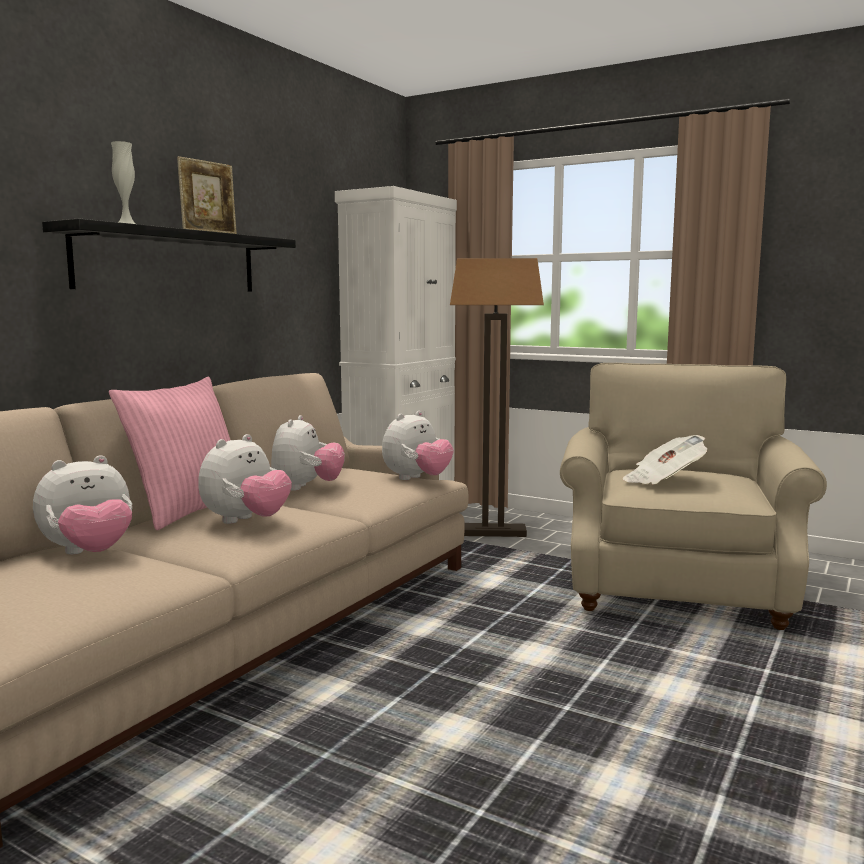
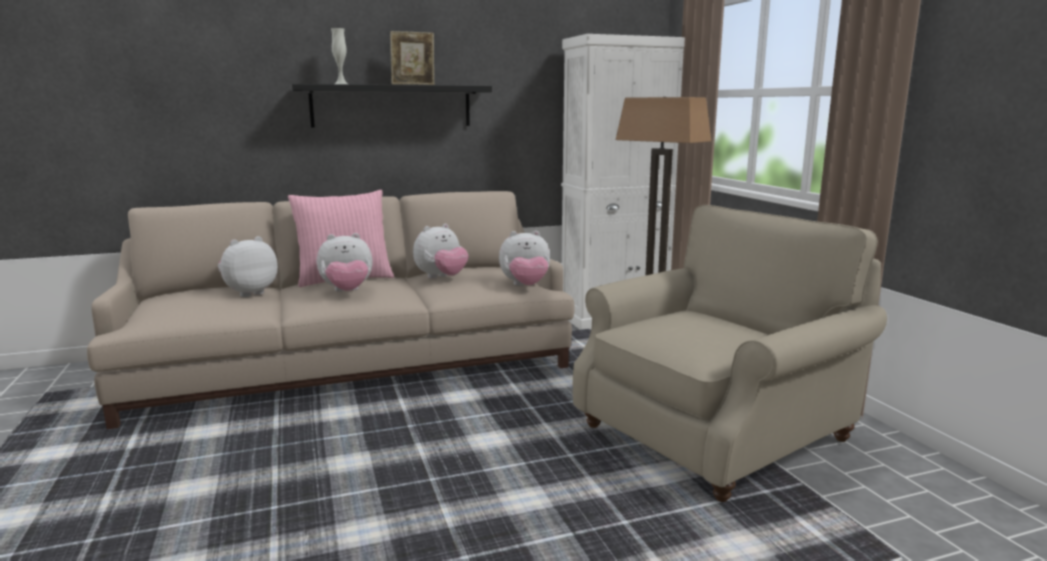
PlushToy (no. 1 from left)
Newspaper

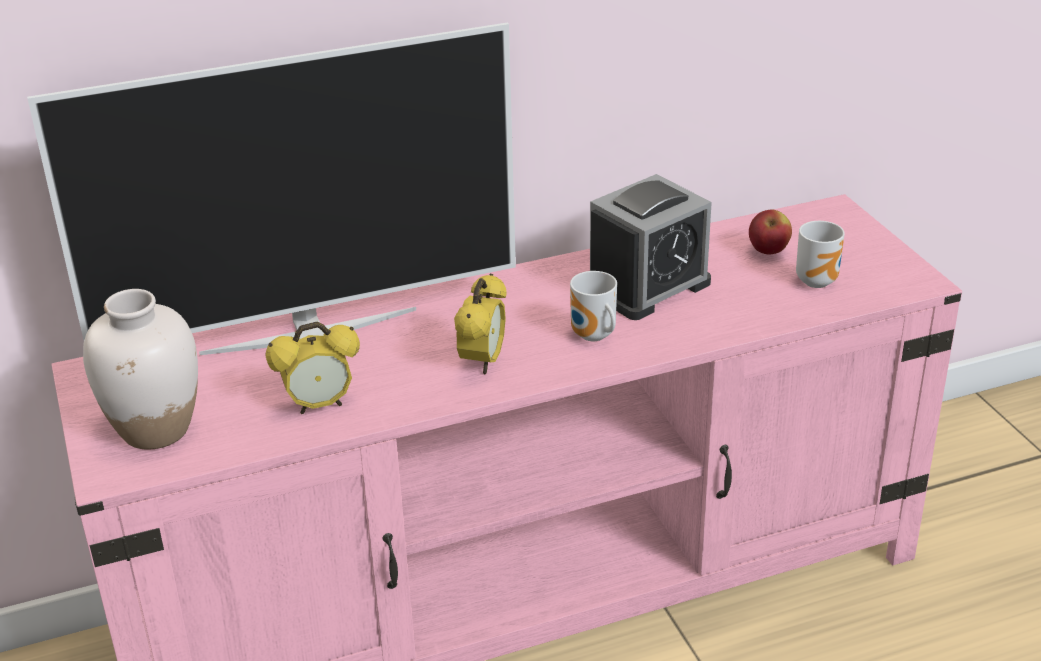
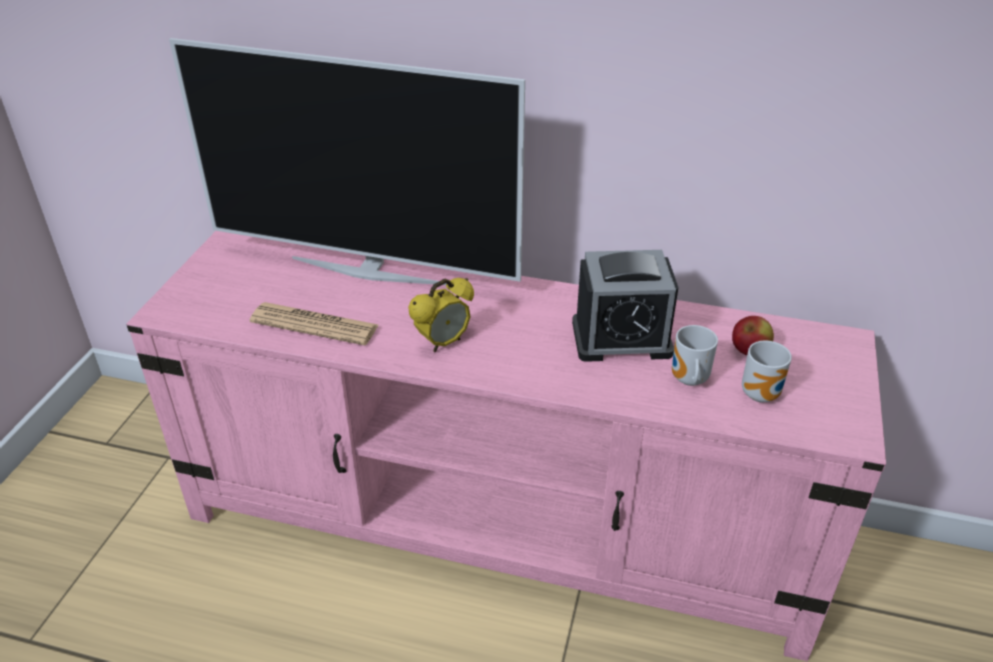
WhiteVase
Newspaper
Mug (no. 1 from left)

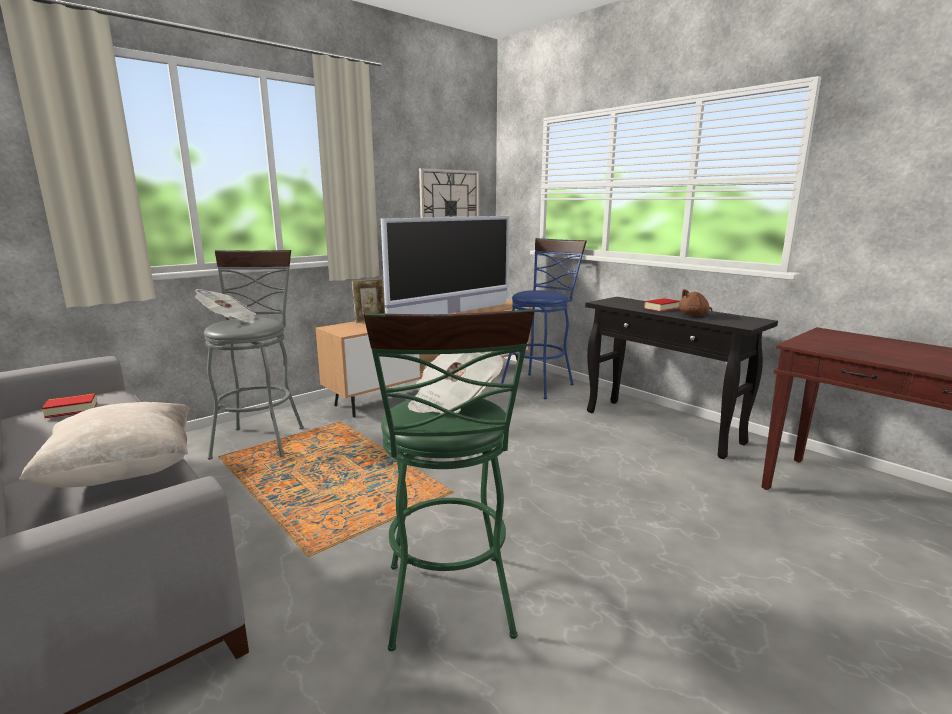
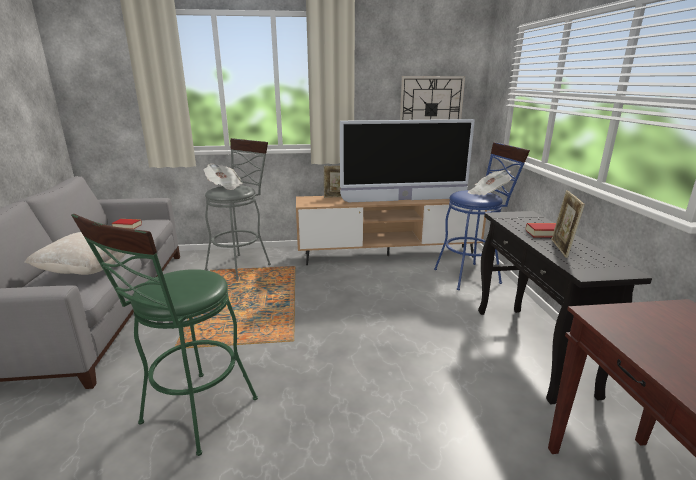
Newspaper (no. 2 from left)
PictureFrame (no. 2 from left)

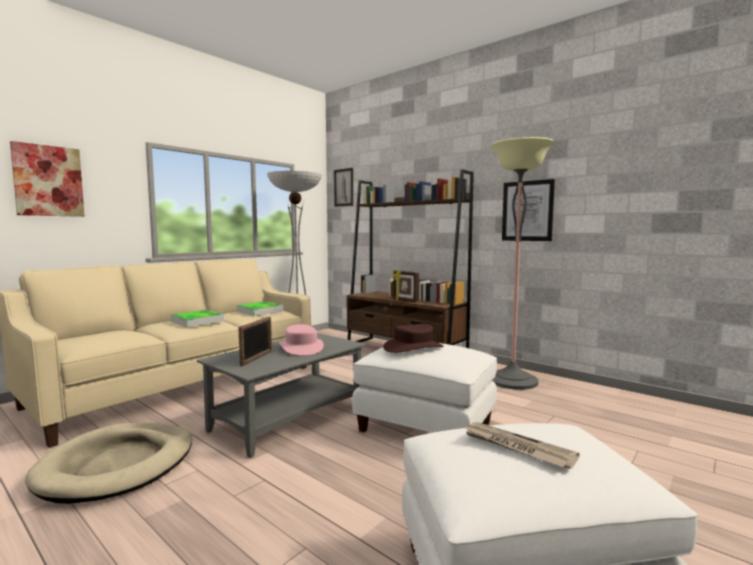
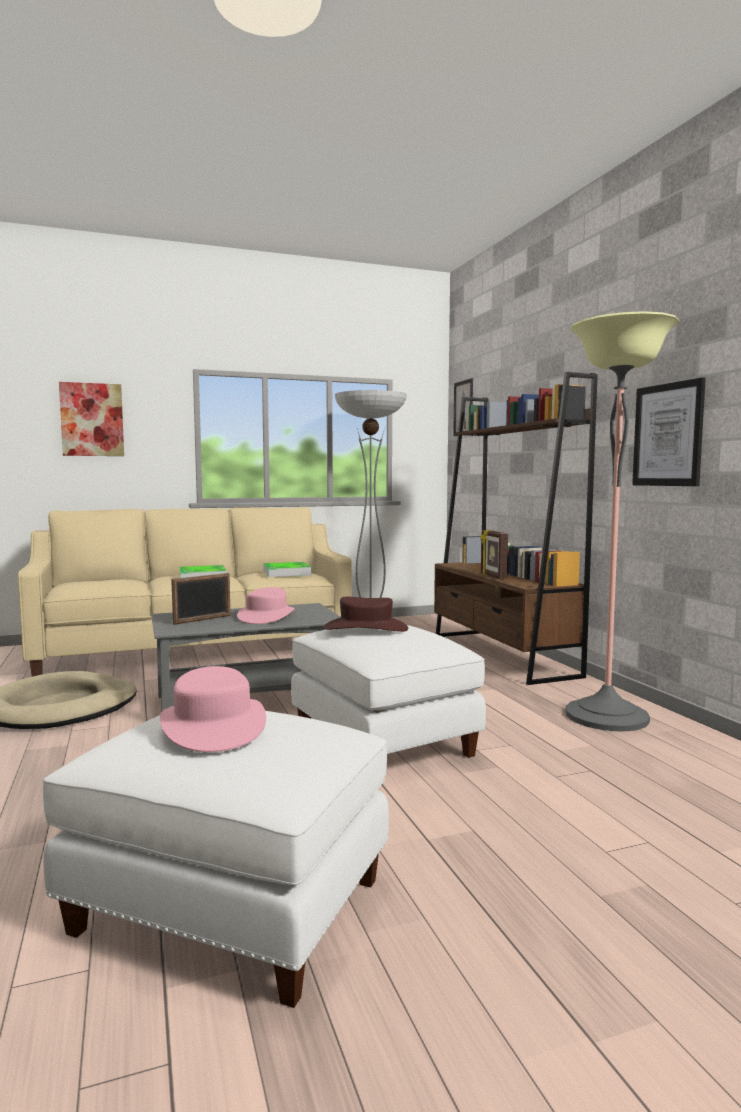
PinkHat (no. 1 from left)

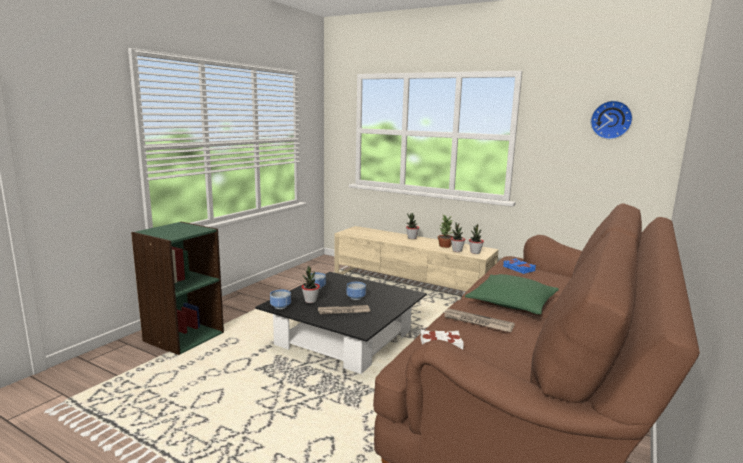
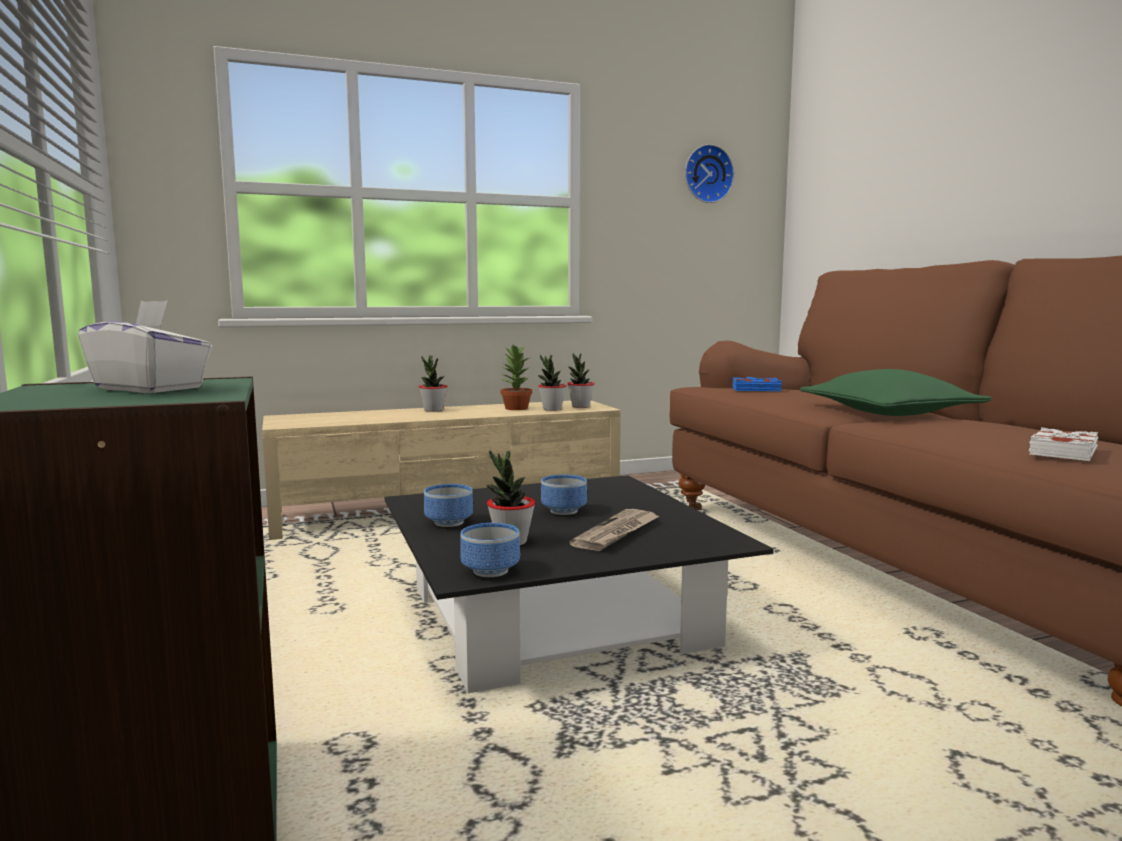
Newspaper (no. 2 from left in the first image)
WhiteTissueBox

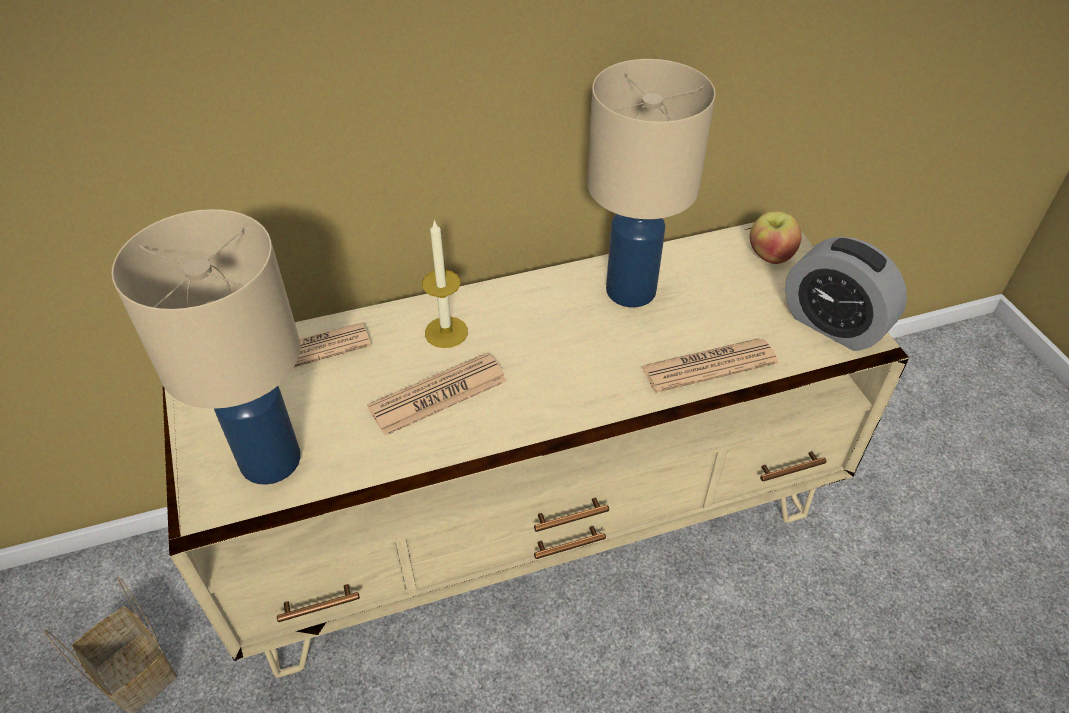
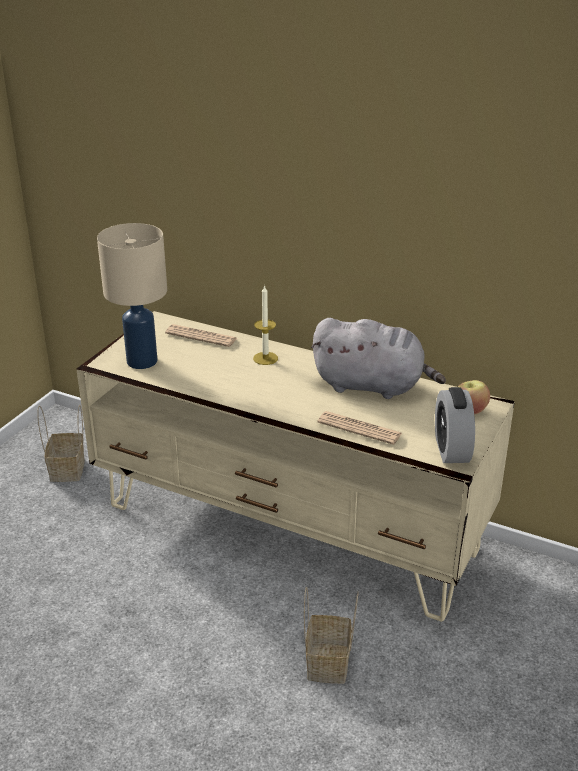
Newspaper (no. 2 from left in the first image)
GreyPlushToy
Basket (no. 2 from left)

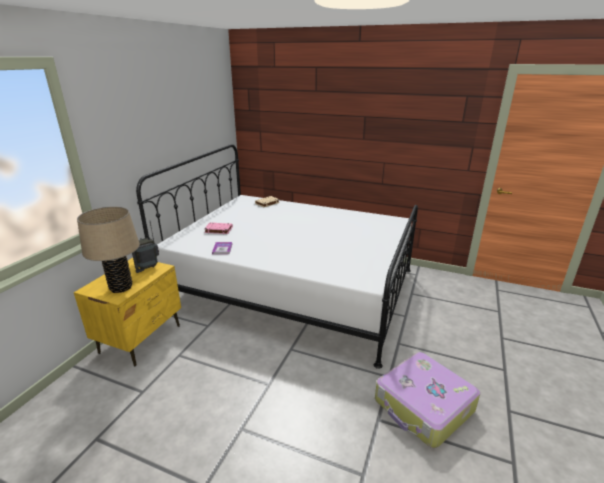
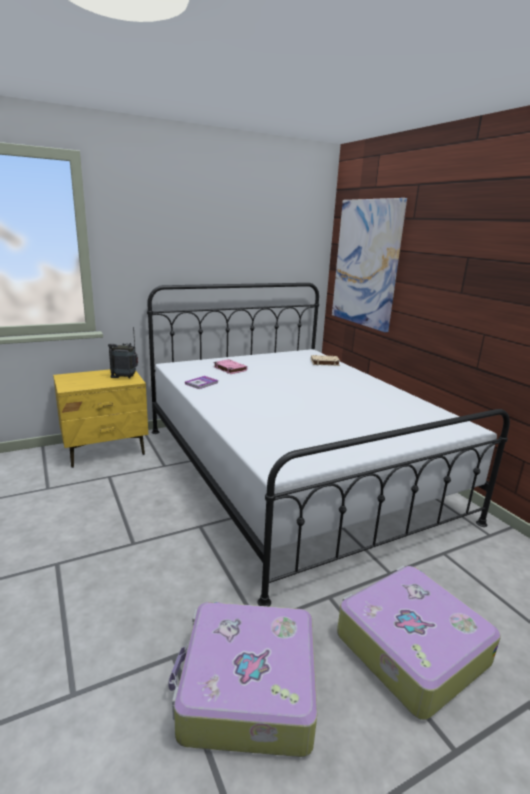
BeigeTableLamp
Picture
Suitcase (no. 2 from left)

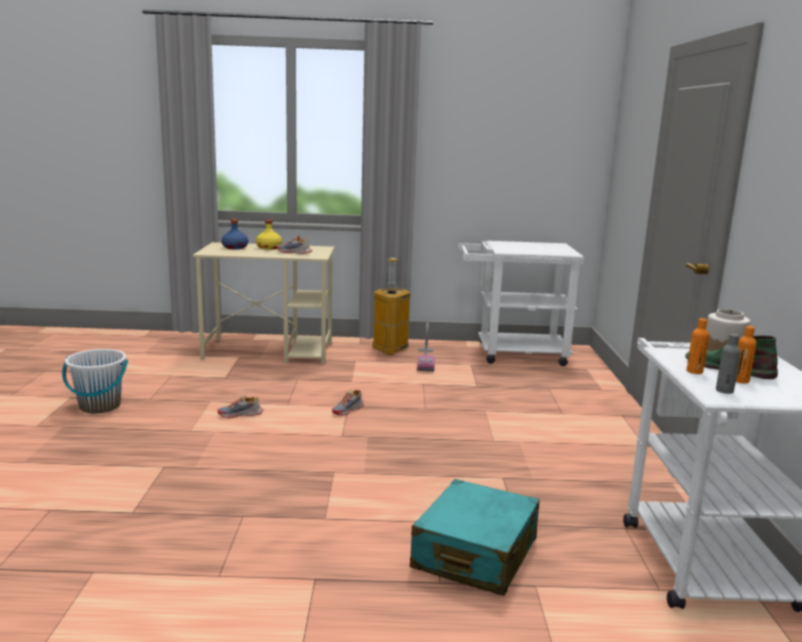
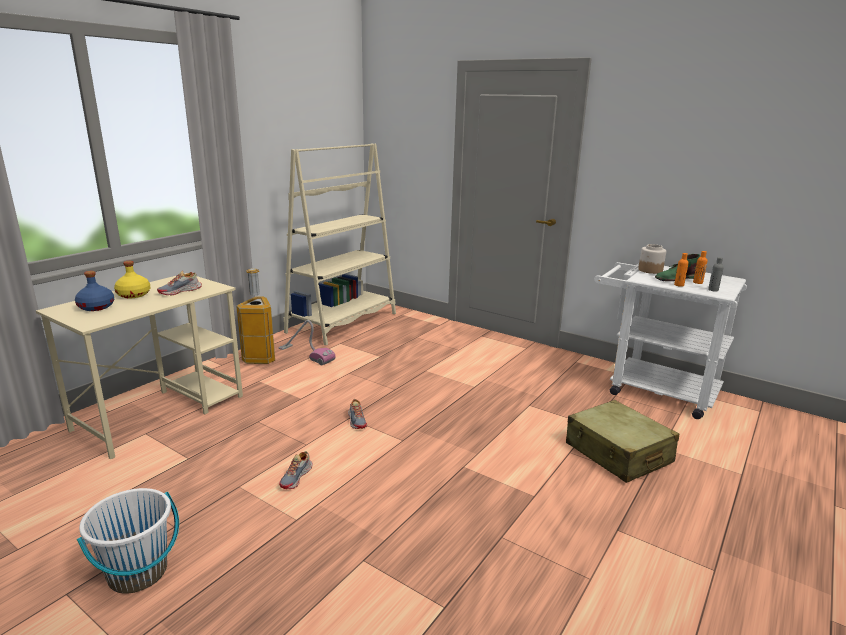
BeigeSuitcase
BeigeBookcase

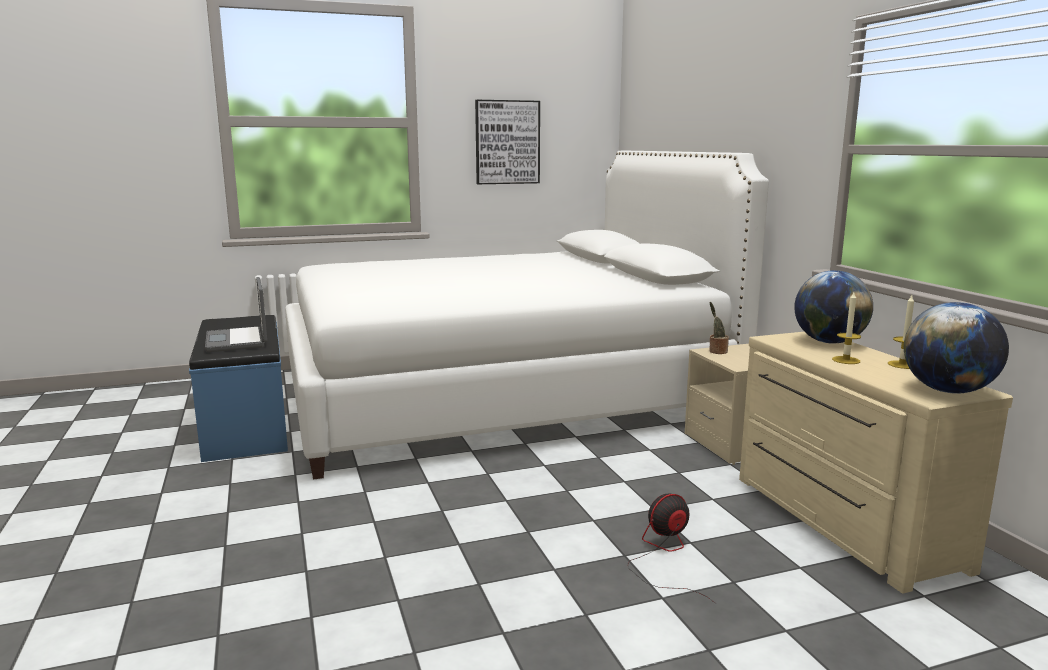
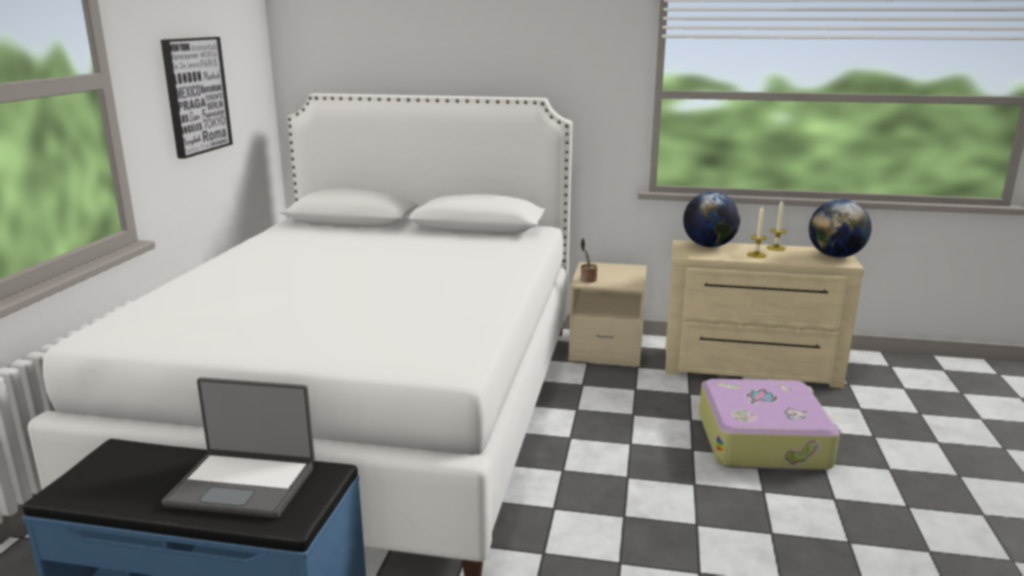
Suitcase

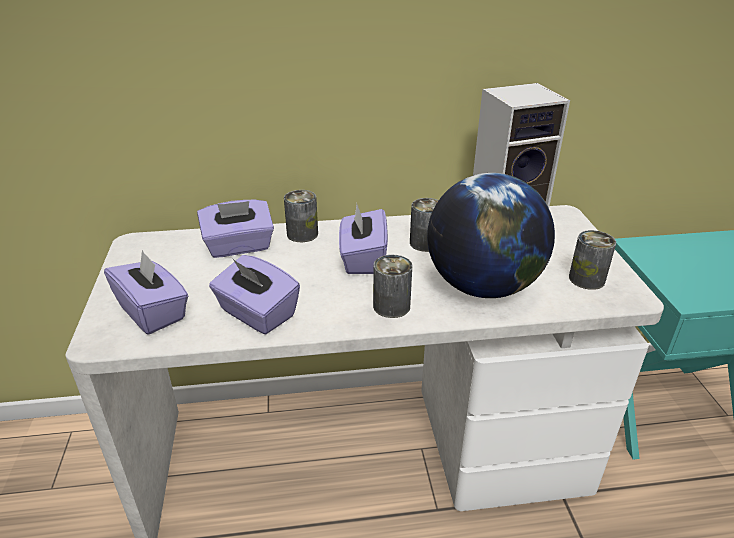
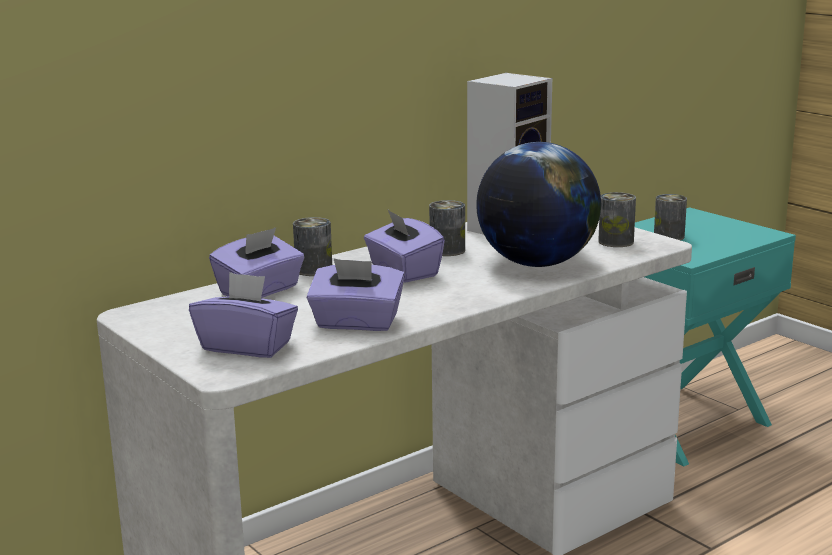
Can (no. 4 from left)

